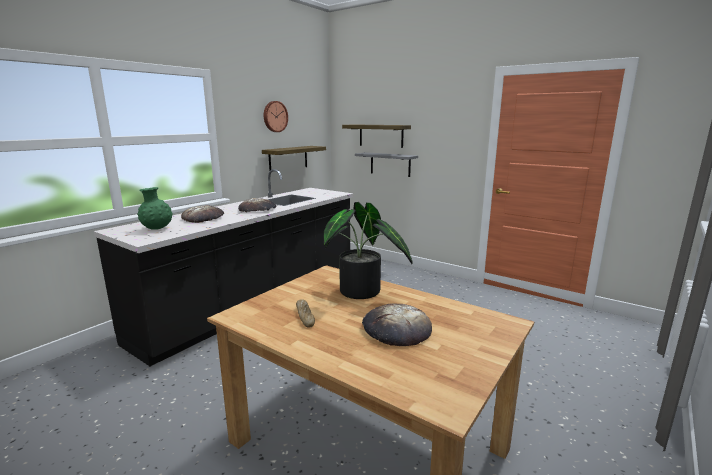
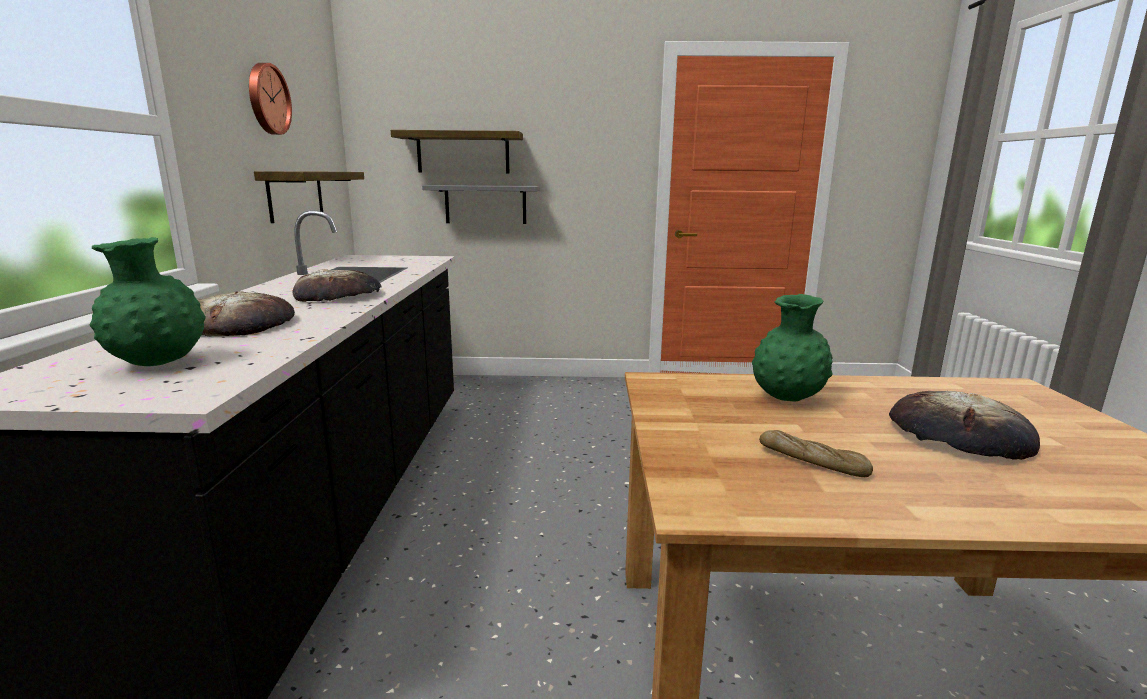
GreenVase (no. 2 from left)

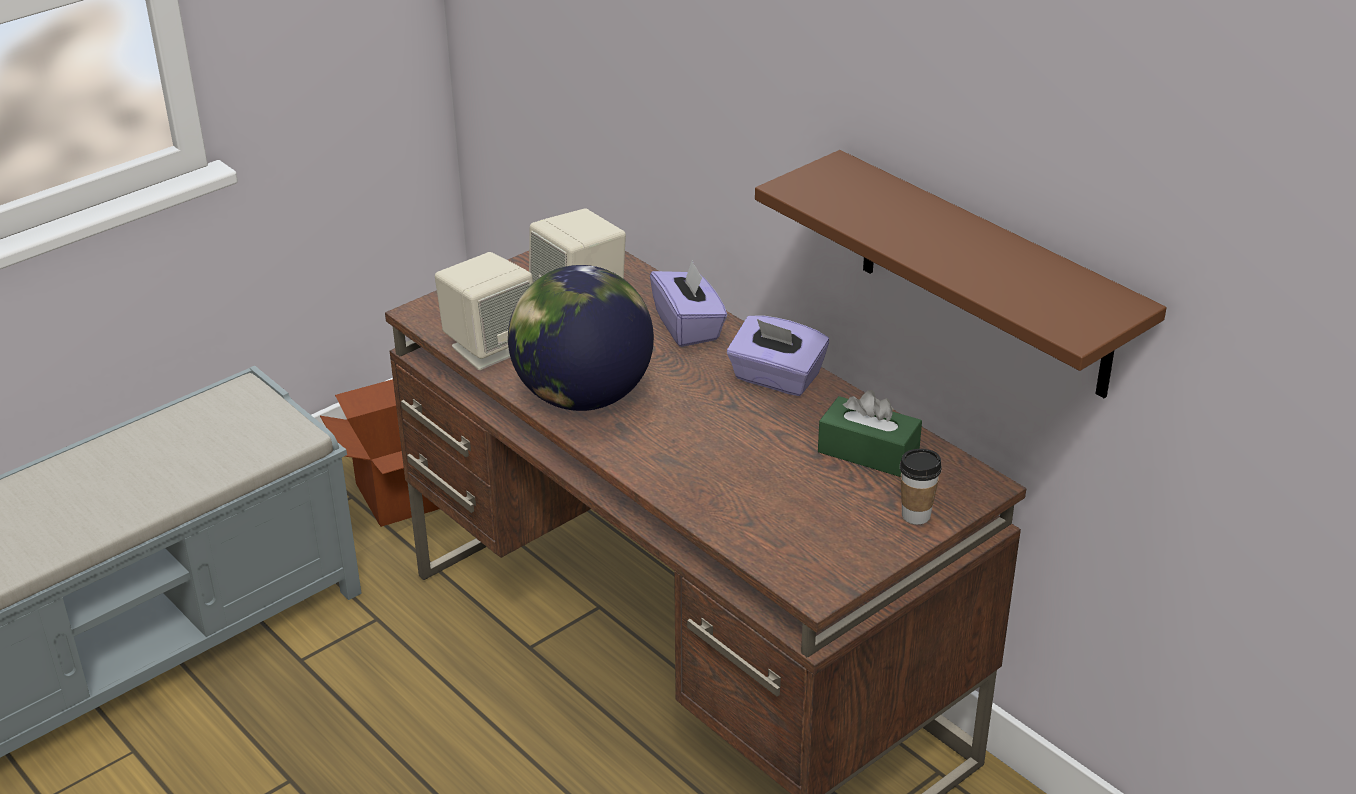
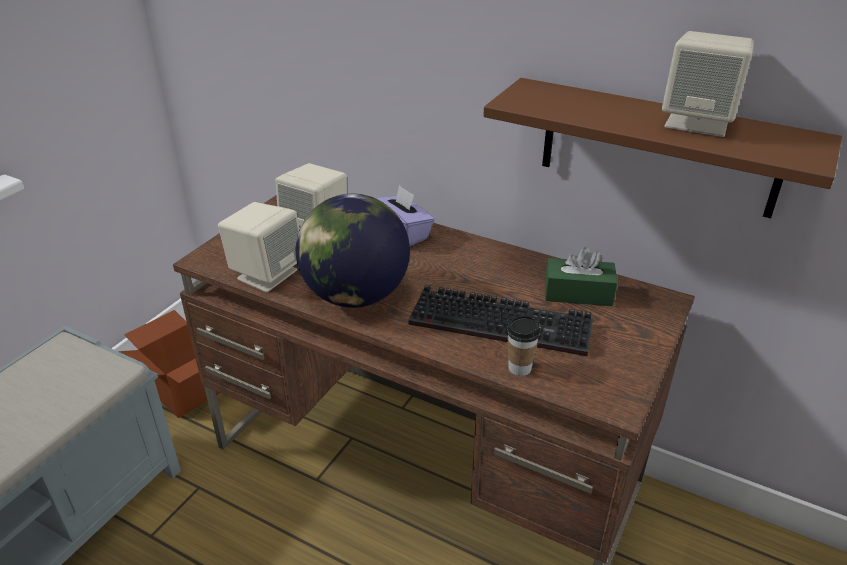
PurpleTissueBox (no. 2 from left in the first image)
Cup
Keyboard
BeigeSpeaker (no. 3 from left)

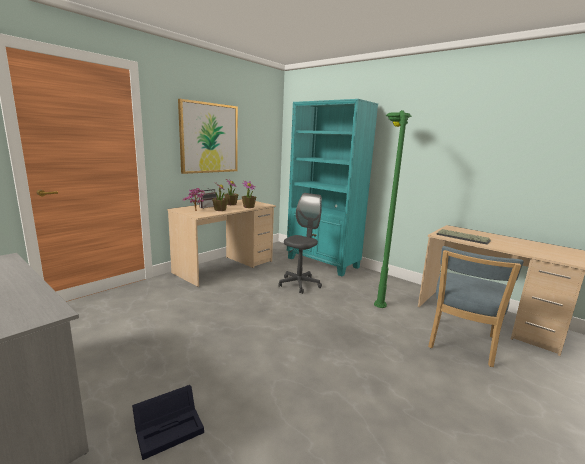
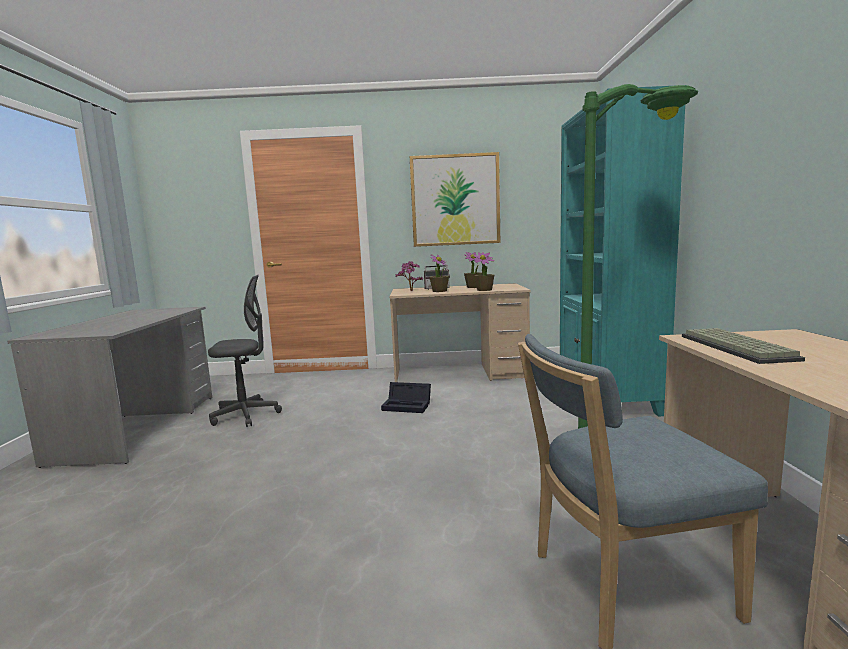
BlackStorageBox
GreyOfficeChair

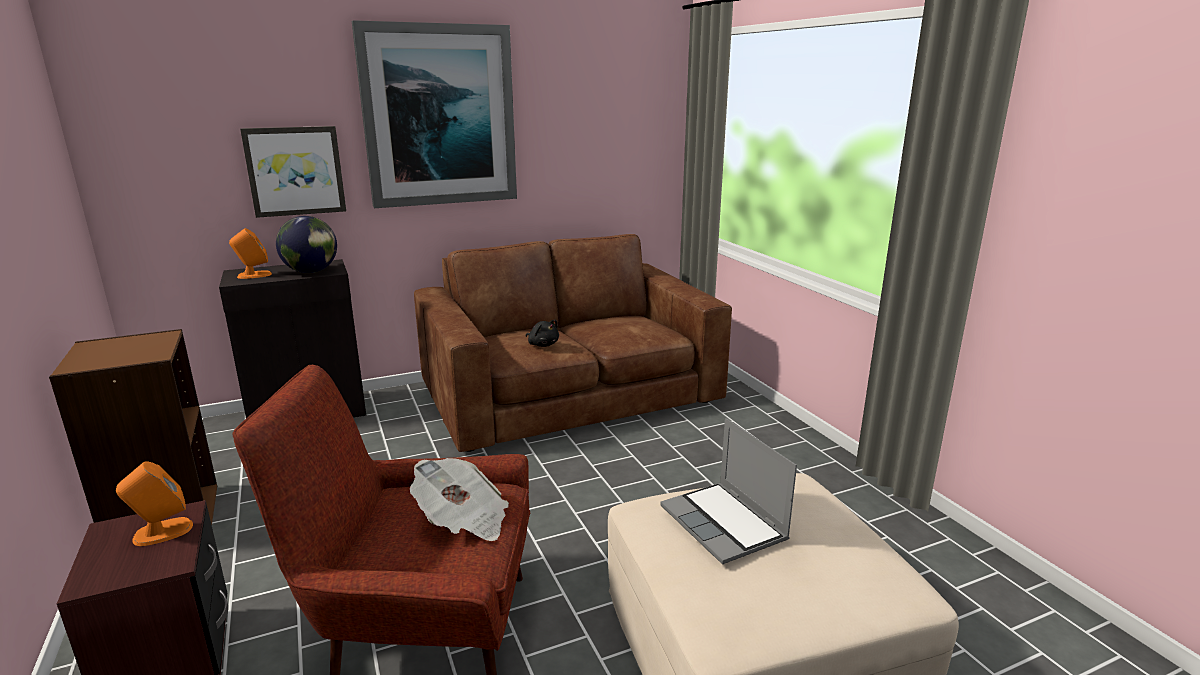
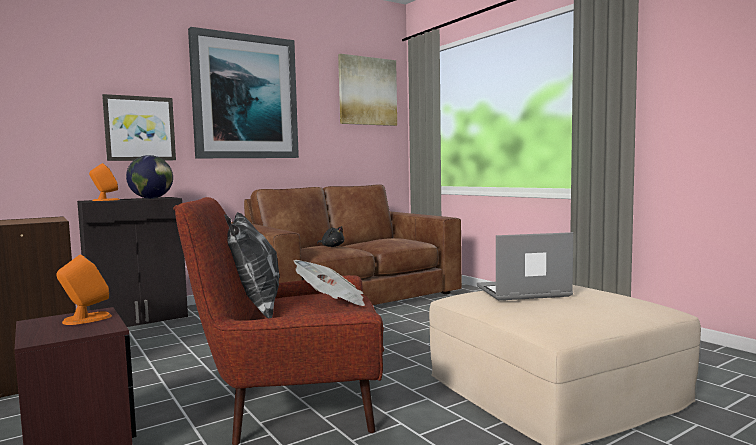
Laptop
Pillow
Picture (no. 3 from left)

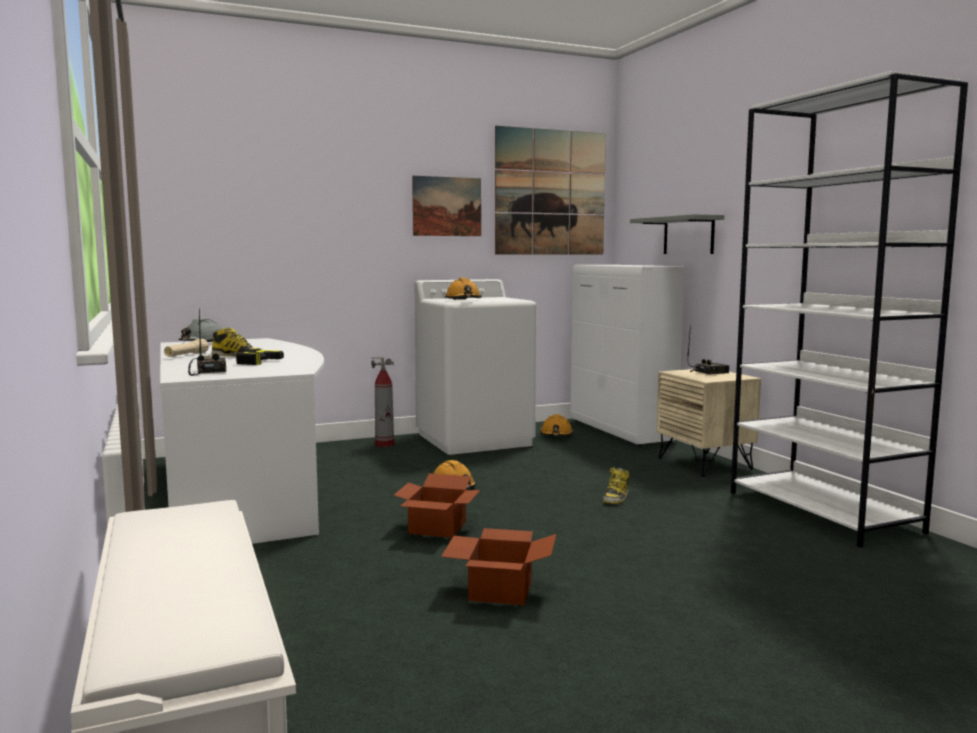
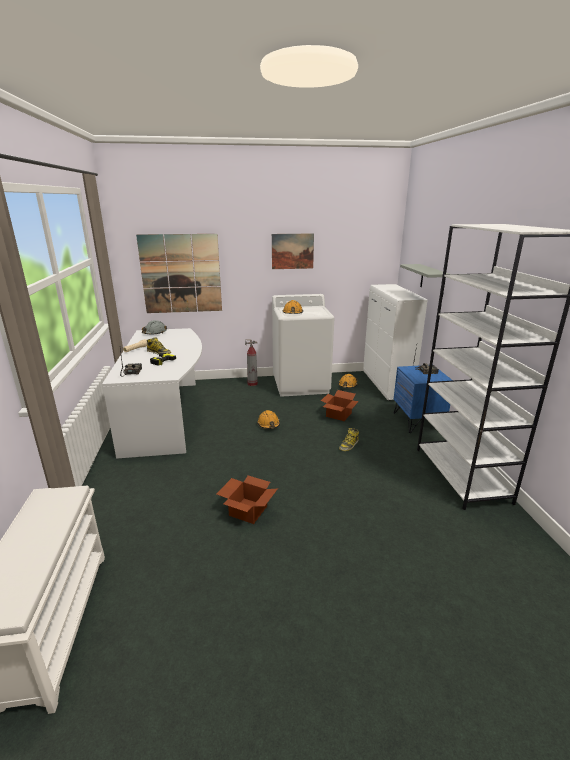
CardboardBox (no. 2 from left)
Picture (no. 1 from left)
BlueNightstand

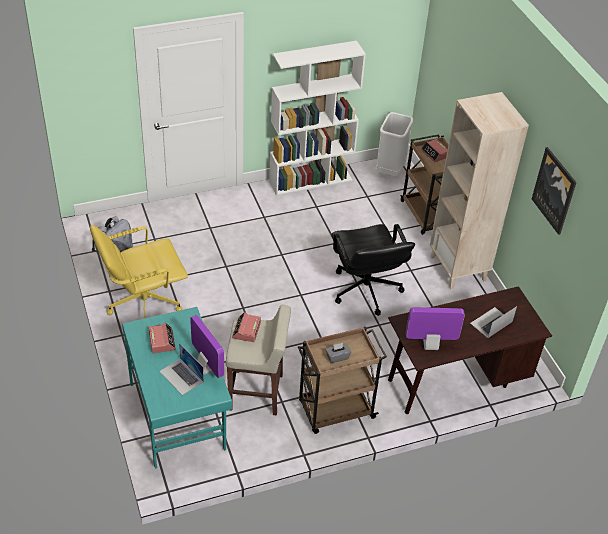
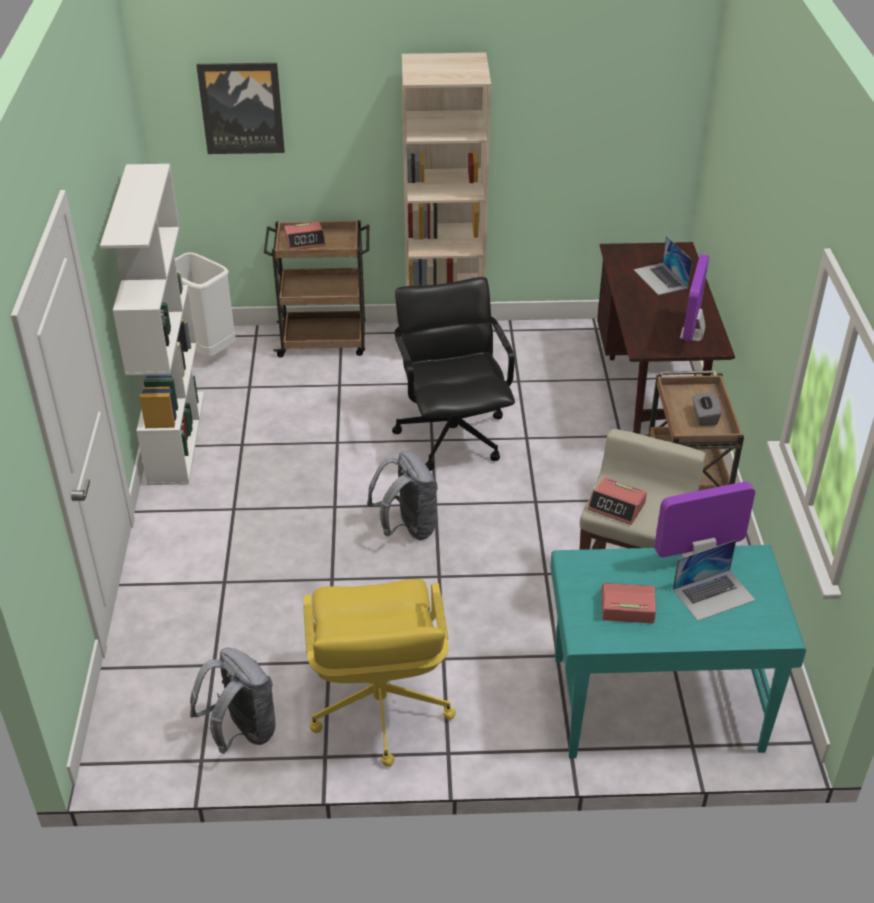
BlackOfficeChair
Picture
GreyBackpack (no. 2 from left)

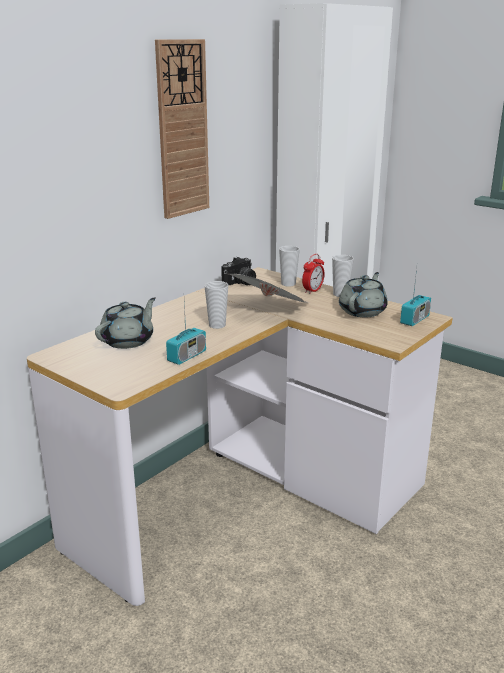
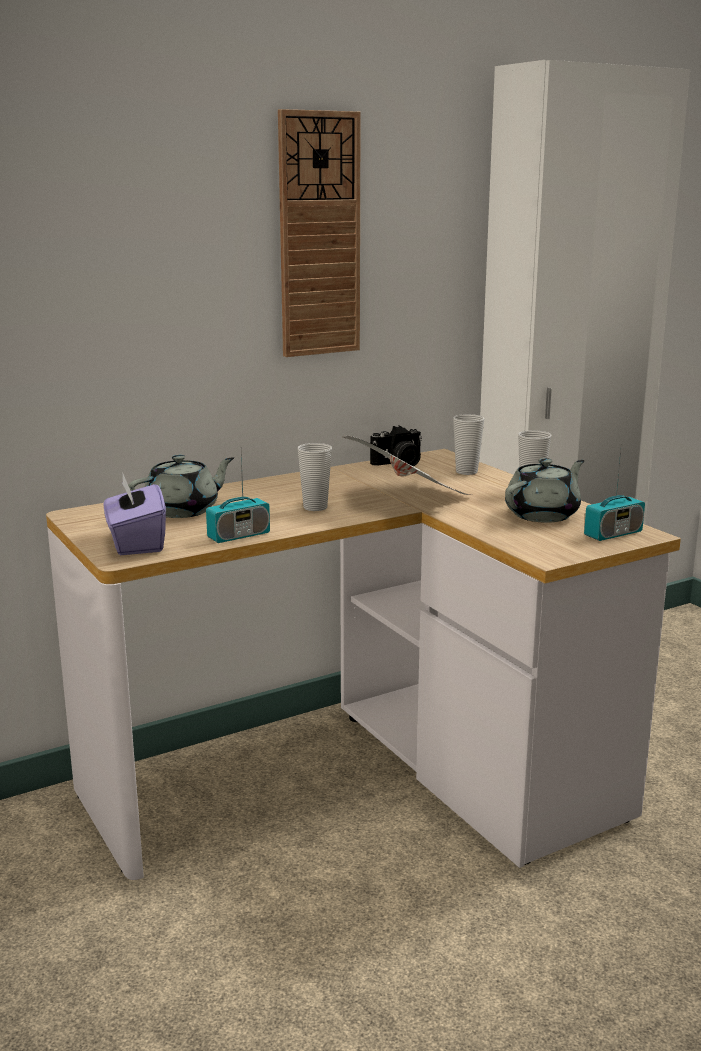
AlarmClock
PurpleTissueBox

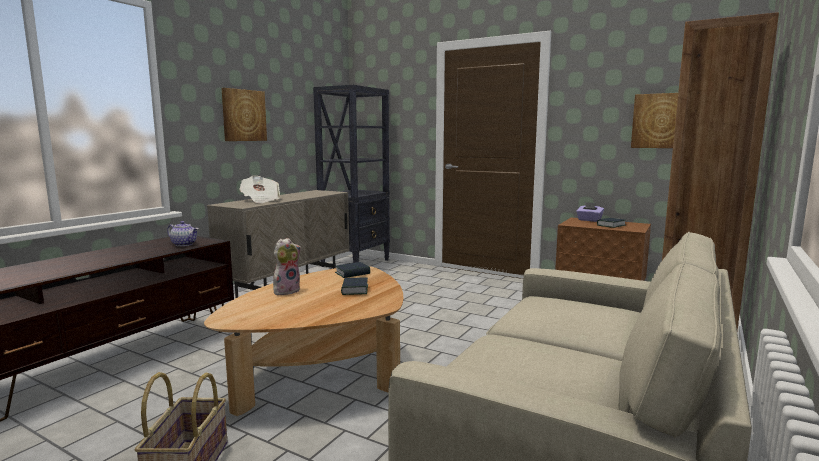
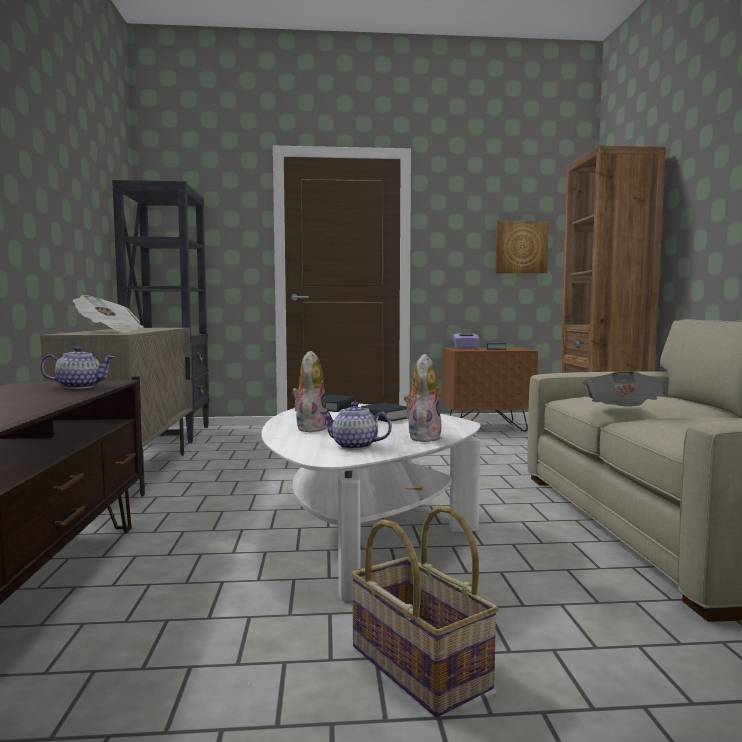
WhiteCoffeeTable
Picture (no. 1 from left in the first image)
Teapot (no. 2 from left)
PlushToy (no. 2 from left)
Newspaper (no. 2 from left)

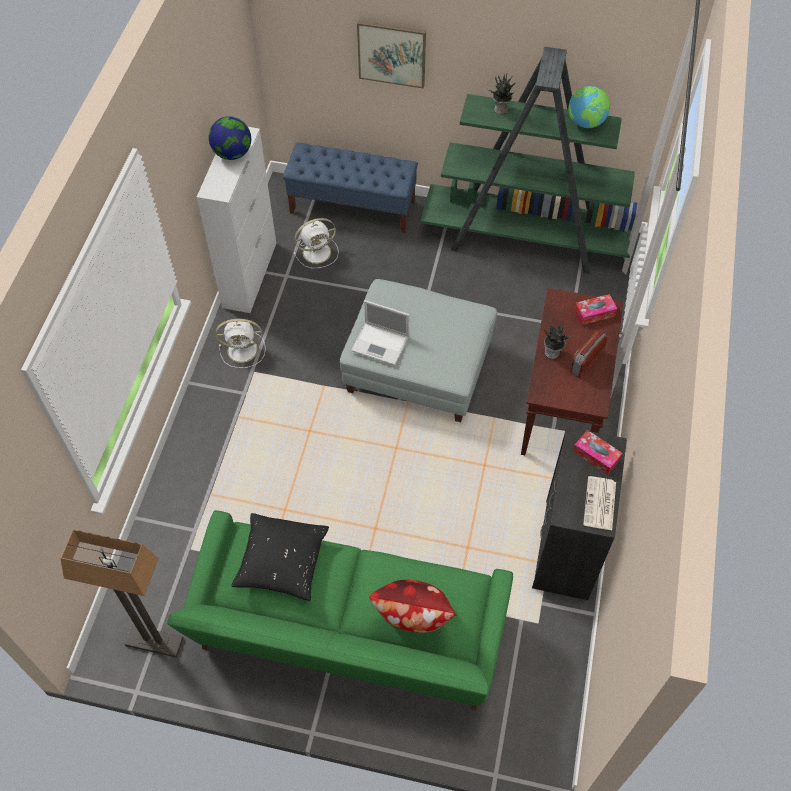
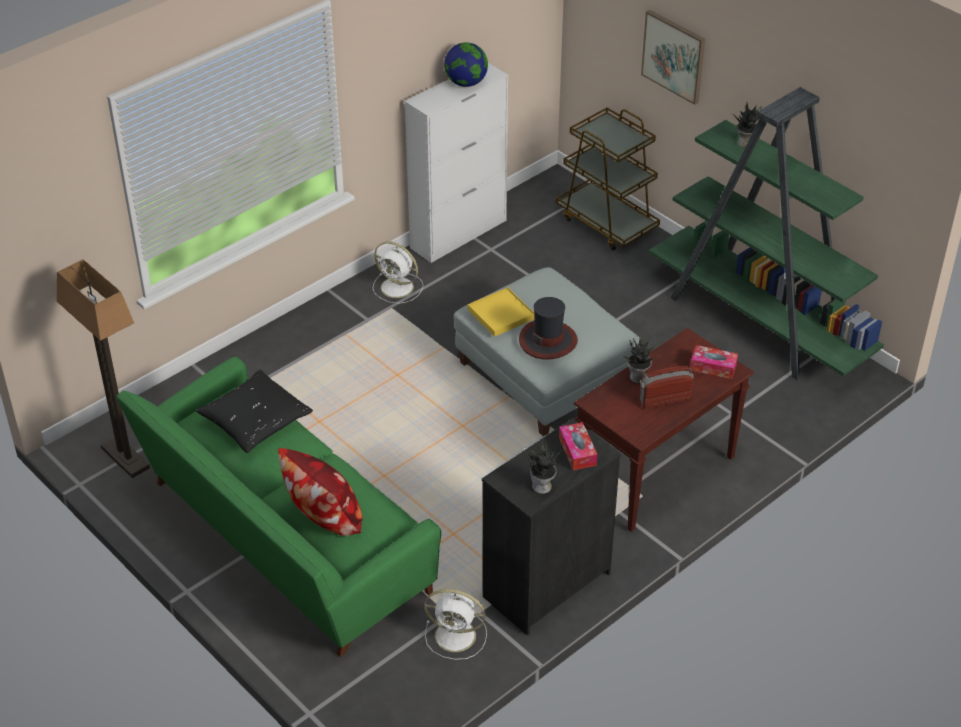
BrownCart
WhiteFan (no. 2 from left)
YellowTray
Globe (no. 2 from left in the first image)
PottedPlant (no. 1 from left)
Hat

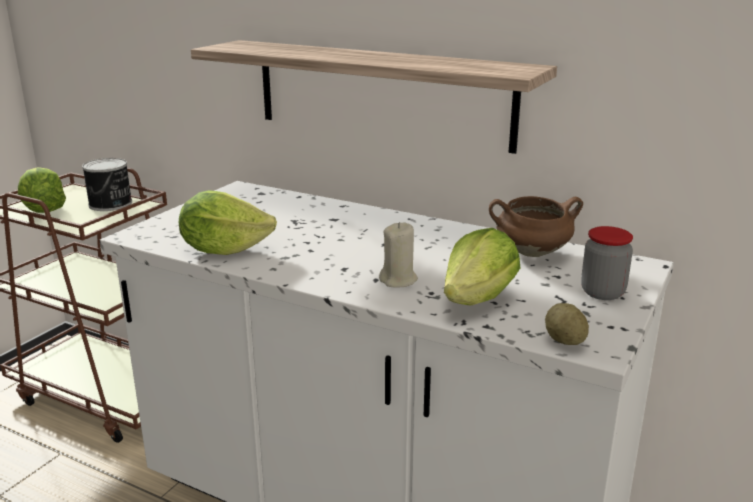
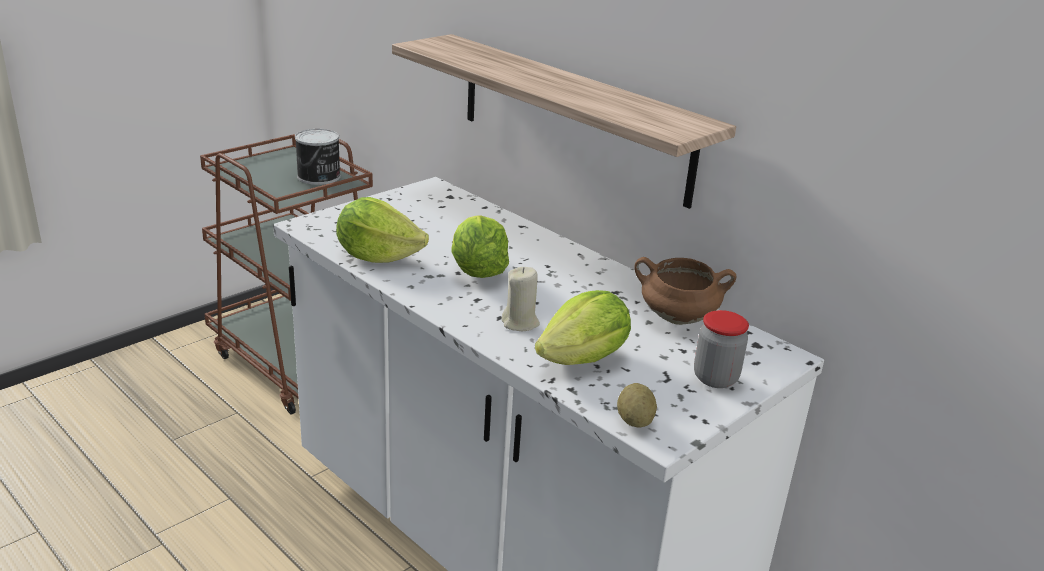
Lettuce (no. 2 from left)

